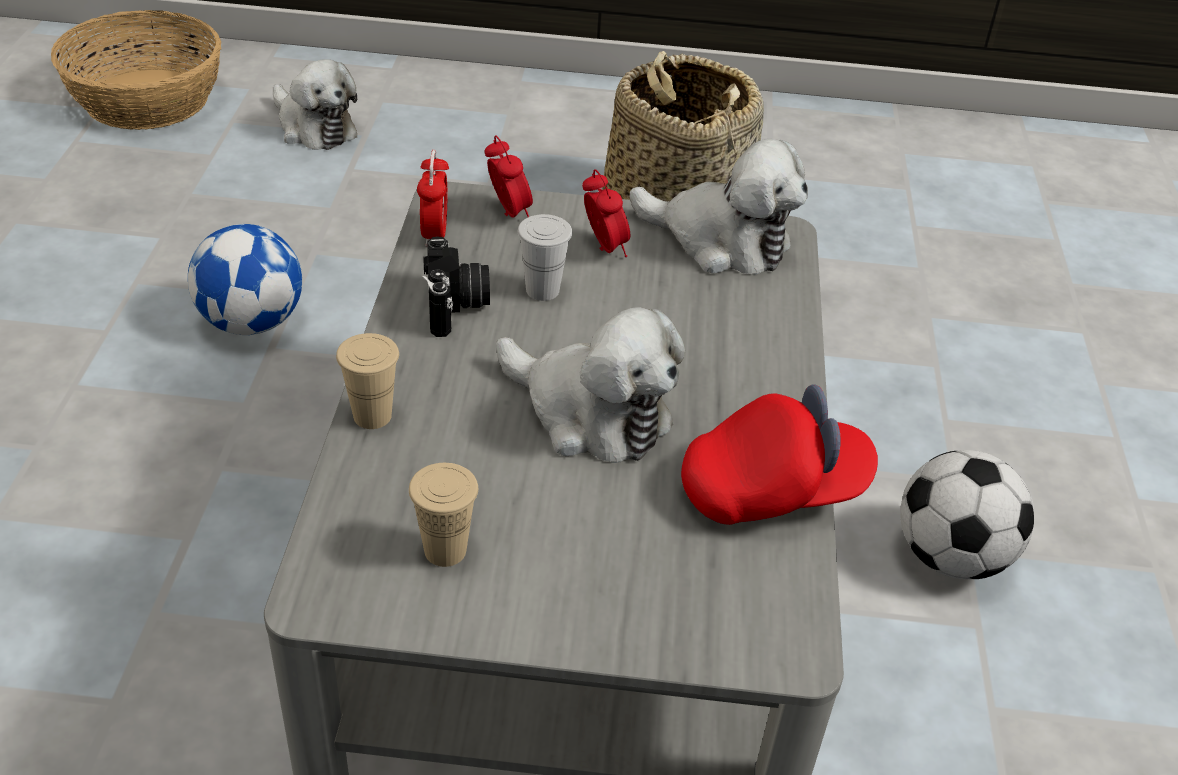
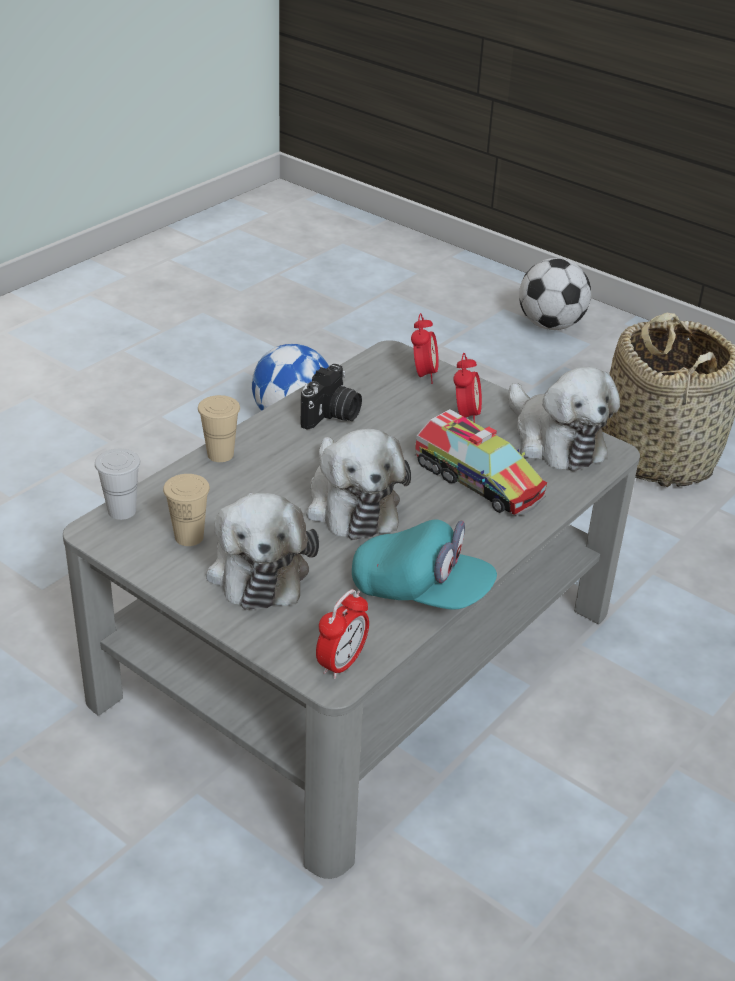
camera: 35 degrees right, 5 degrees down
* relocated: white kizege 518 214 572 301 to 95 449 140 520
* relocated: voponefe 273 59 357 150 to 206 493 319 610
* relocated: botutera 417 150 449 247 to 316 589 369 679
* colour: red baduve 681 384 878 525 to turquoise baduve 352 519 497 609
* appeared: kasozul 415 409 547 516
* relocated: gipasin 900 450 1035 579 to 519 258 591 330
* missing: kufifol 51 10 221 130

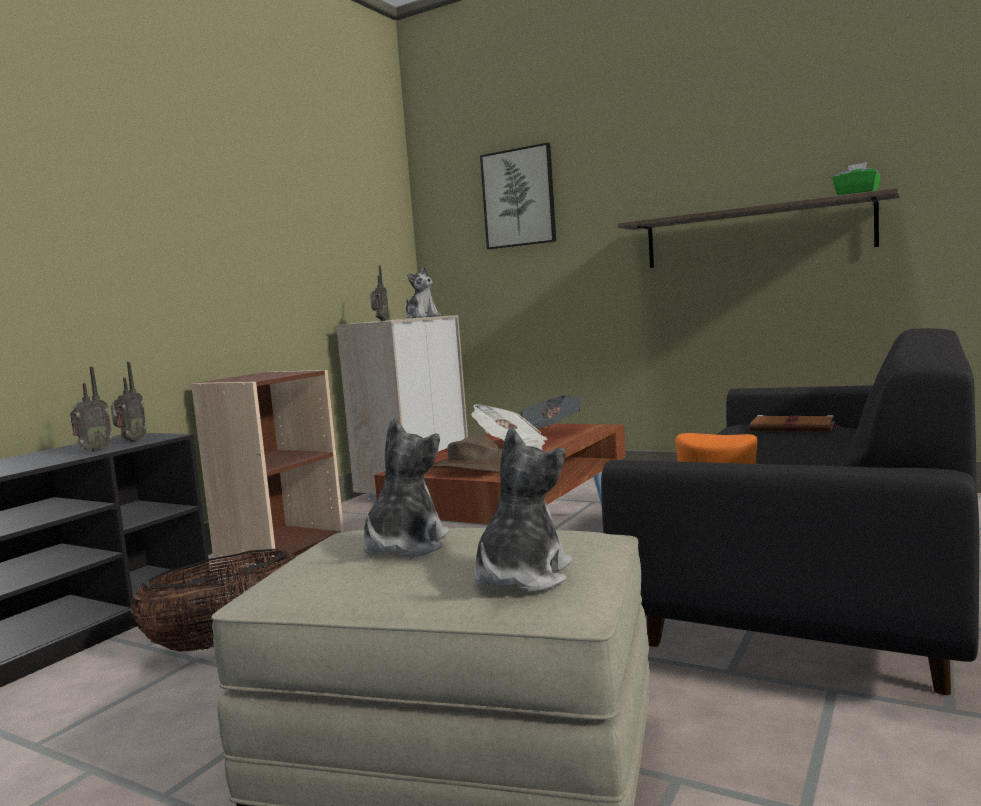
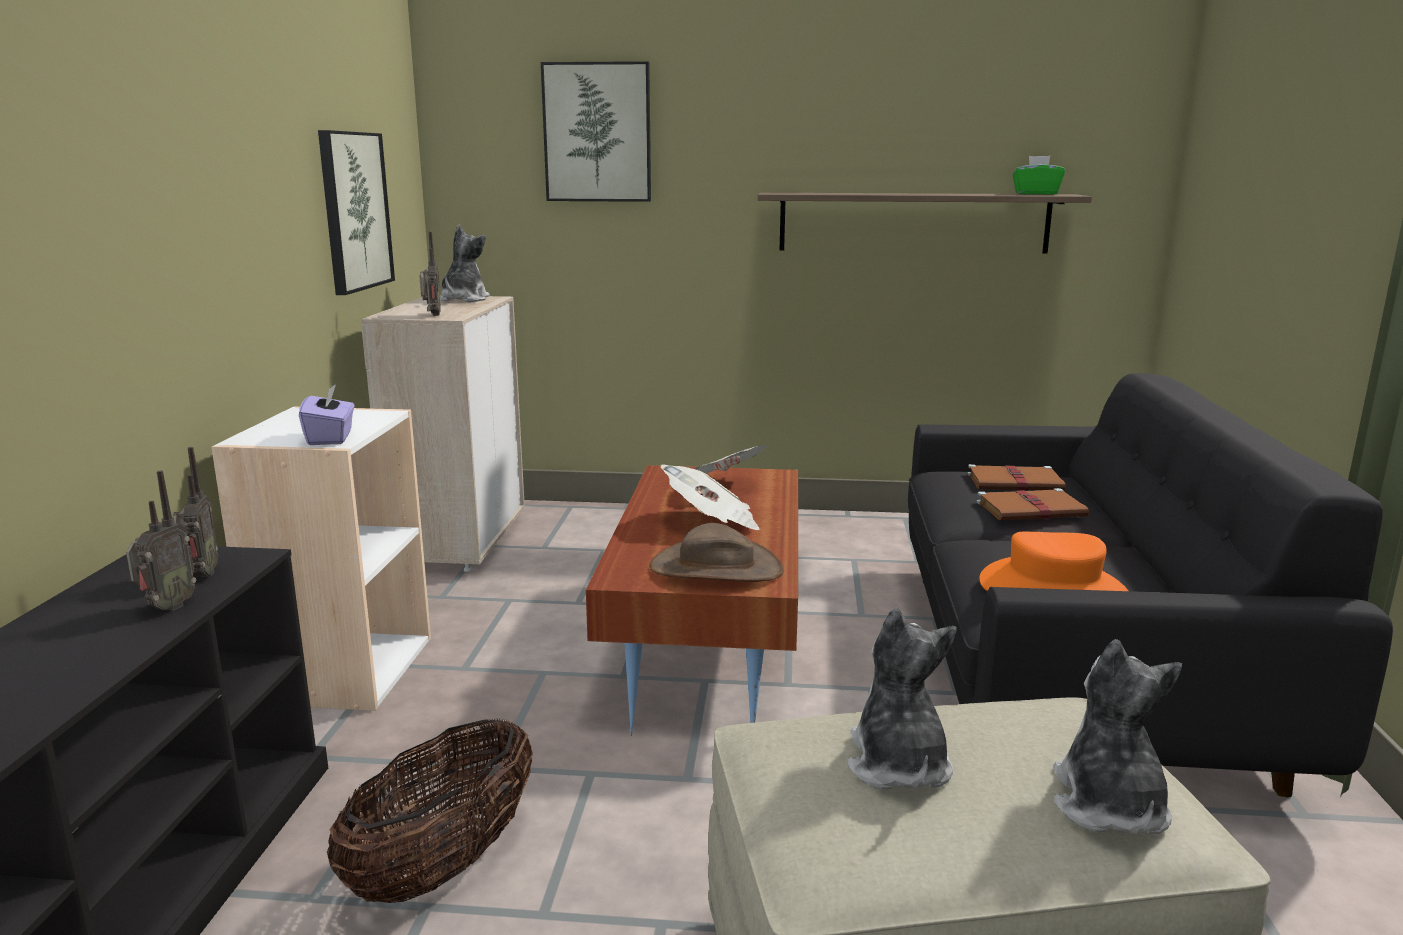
camera: 25 degrees left, 10 degrees up
* colour: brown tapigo 191 370 344 563 to white tapigo 212 407 431 711
* appeared: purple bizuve 299 384 354 445
* appeared: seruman 318 130 395 295
* spun: voponefe 406 266 441 318 = 440 224 490 302 105 degrees counterclockwise
* appeared: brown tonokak 977 488 1089 520

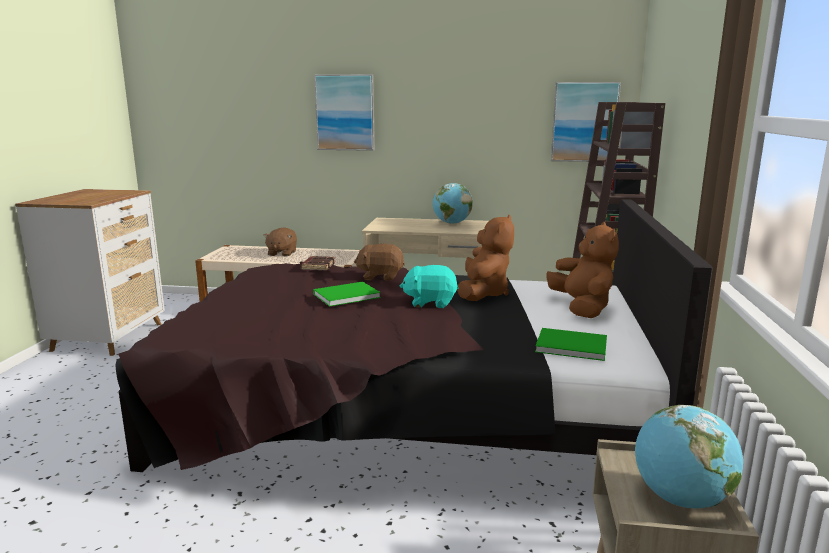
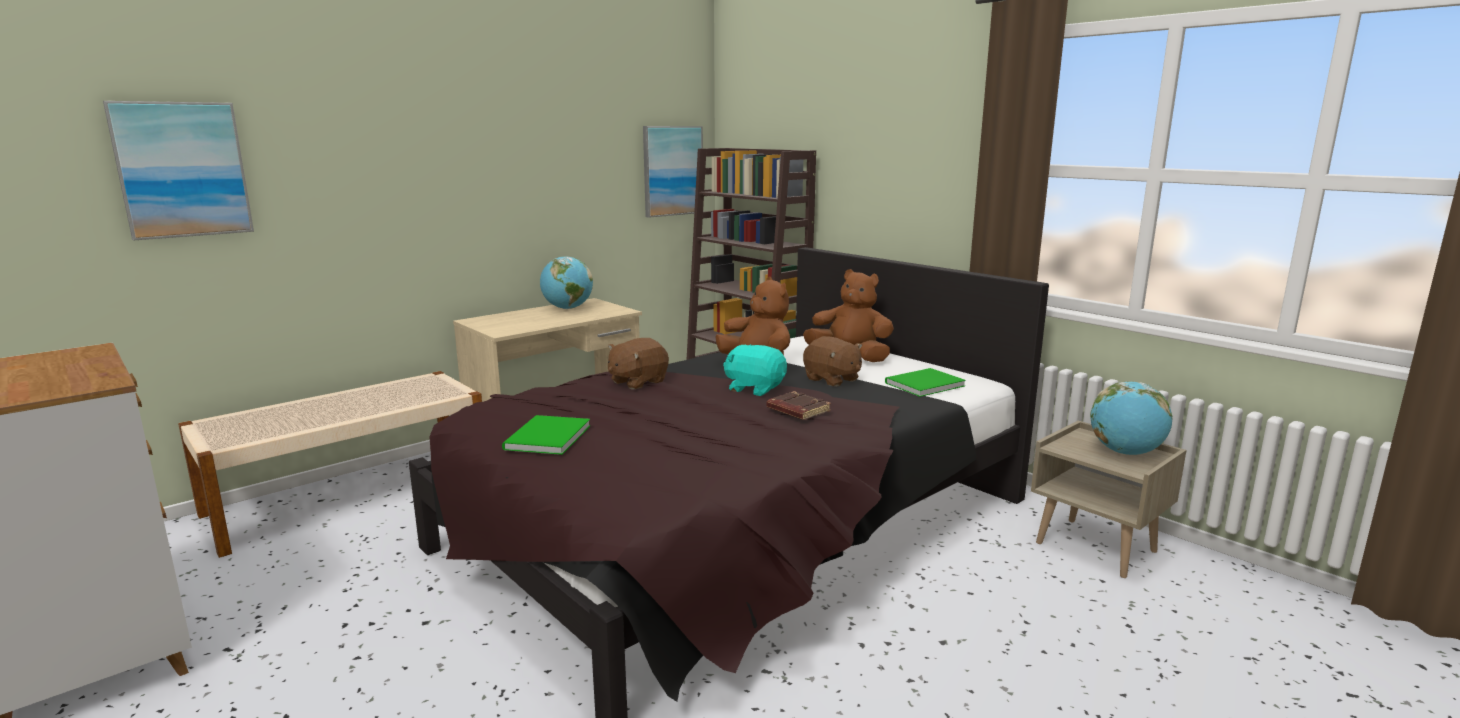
camera: 50 degrees left, 0 degrees up
* relocated: seruman 314 74 375 151 to 103 101 254 241
* relocated: green tonokak 313 282 381 307 to 502 415 590 455
* spun: turquoise voponefe 400 265 458 308 = 723 344 787 396 75 degrees clockwise
* relocated: brown tonokak 300 256 335 271 to 767 391 831 420
* relocated: brown voponefe 264 227 297 257 to 803 336 862 387

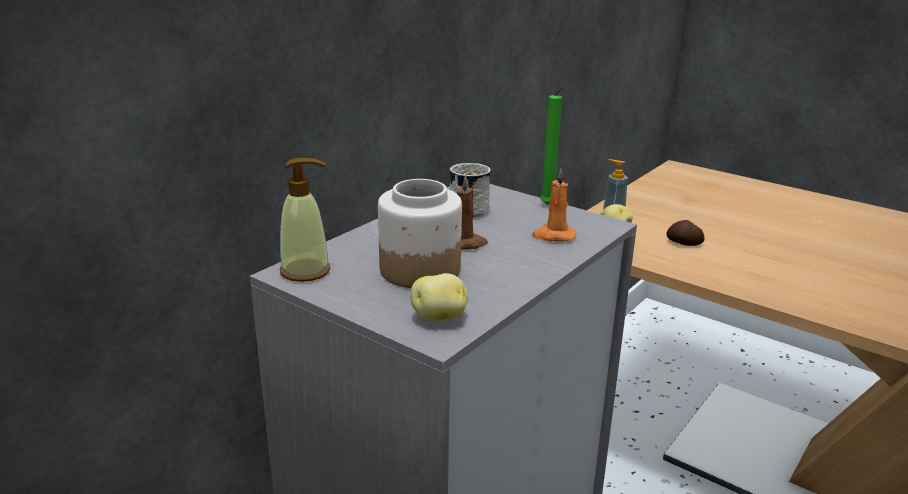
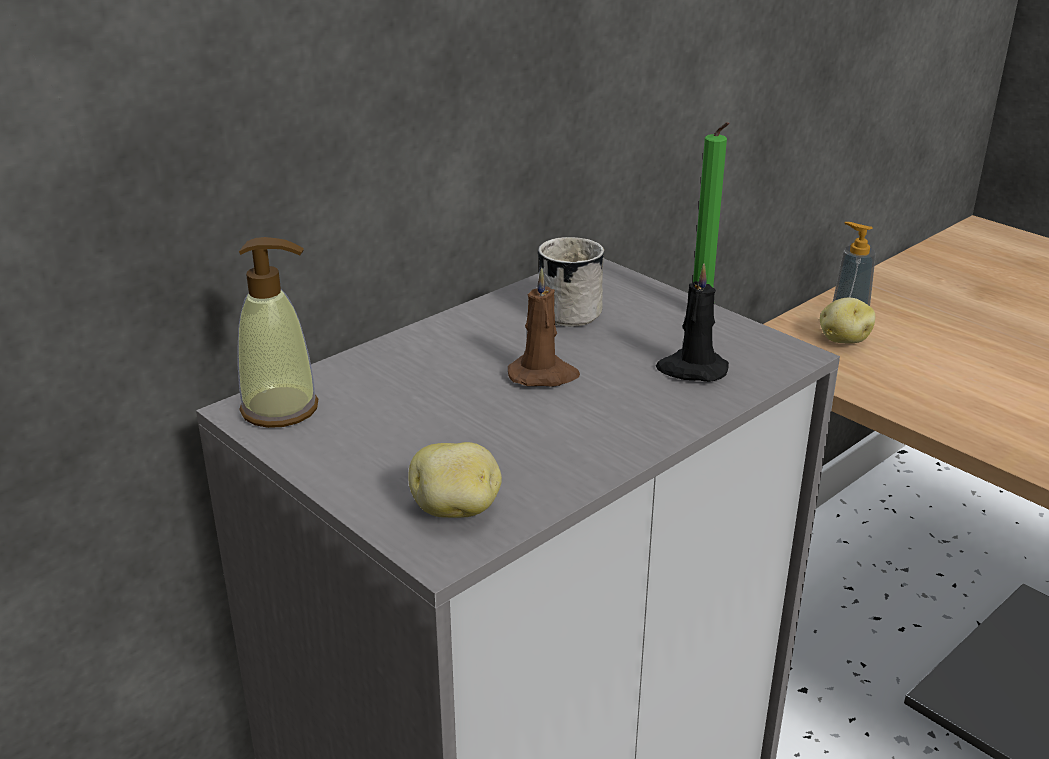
camera: 10 degrees right, 5 degrees up
* colour: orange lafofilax 532 169 576 241 to black lafofilax 656 263 729 382
* missing: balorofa 378 179 462 288
* missing: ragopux 666 220 705 246

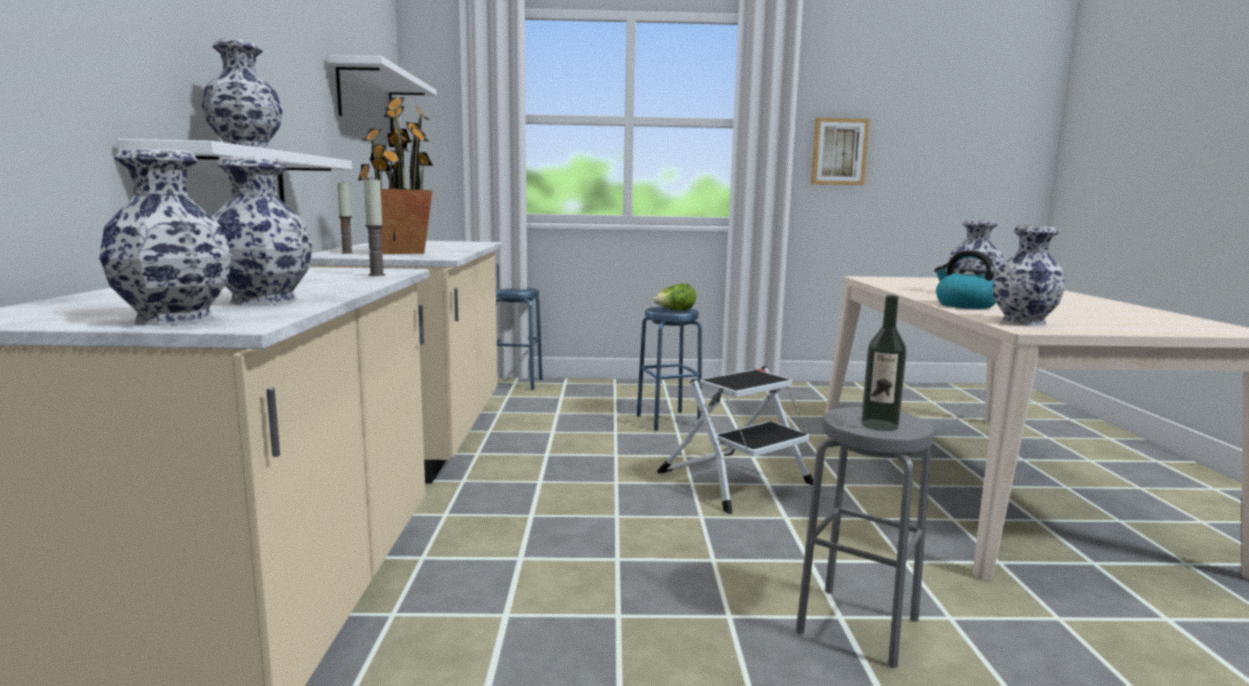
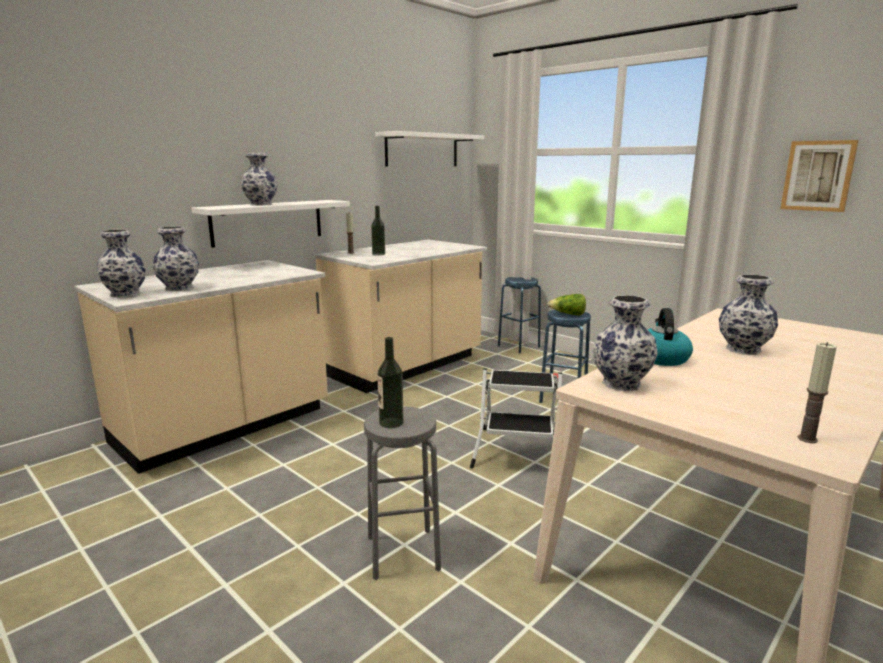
camera: 45 degrees right, 5 degrees up
* exchanged: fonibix 358 97 433 254 to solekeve 371 206 385 256
* relocated: lafofilax 364 177 386 276 to 798 342 837 443

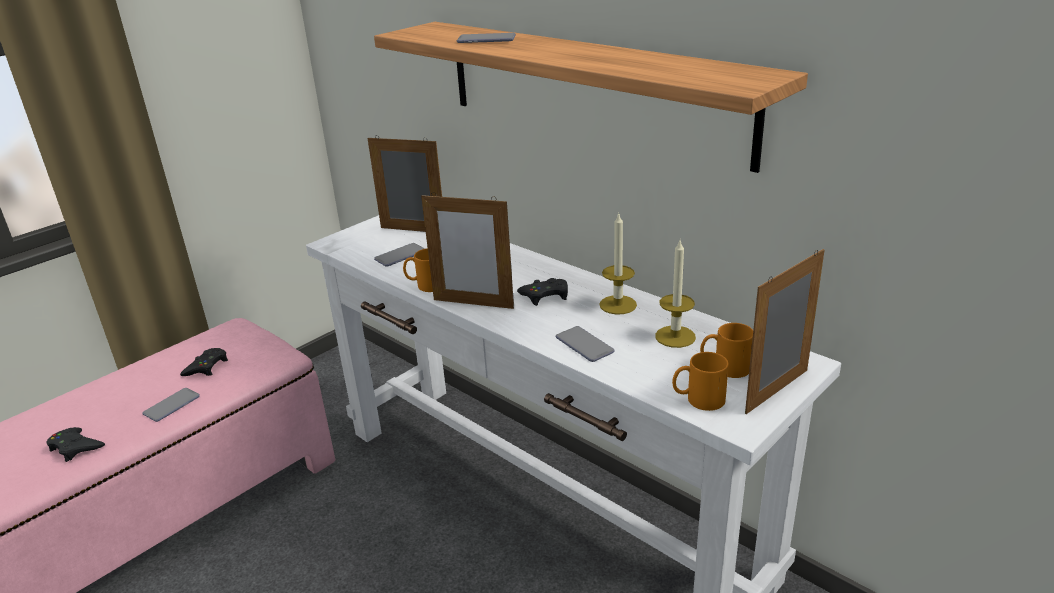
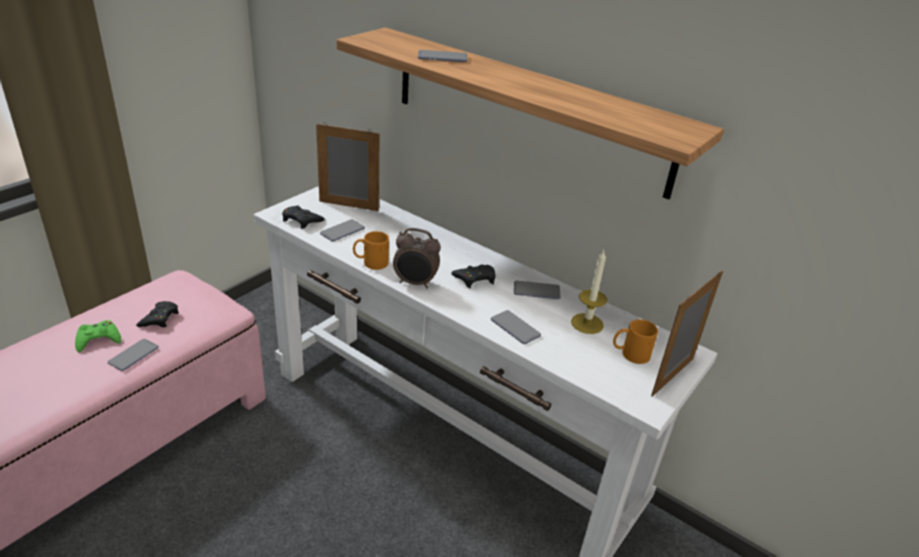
camera: 10 degrees left, 5 degrees up
* appeared: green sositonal 75 320 121 353
* relocated: black sositonal 47 427 105 462 to 282 205 325 229
* exchanged: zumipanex 421 192 514 309 to botutera 393 228 441 288
* exchanged: lafofilax 600 212 637 315 to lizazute 514 281 561 299
* missing: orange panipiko 672 352 729 411

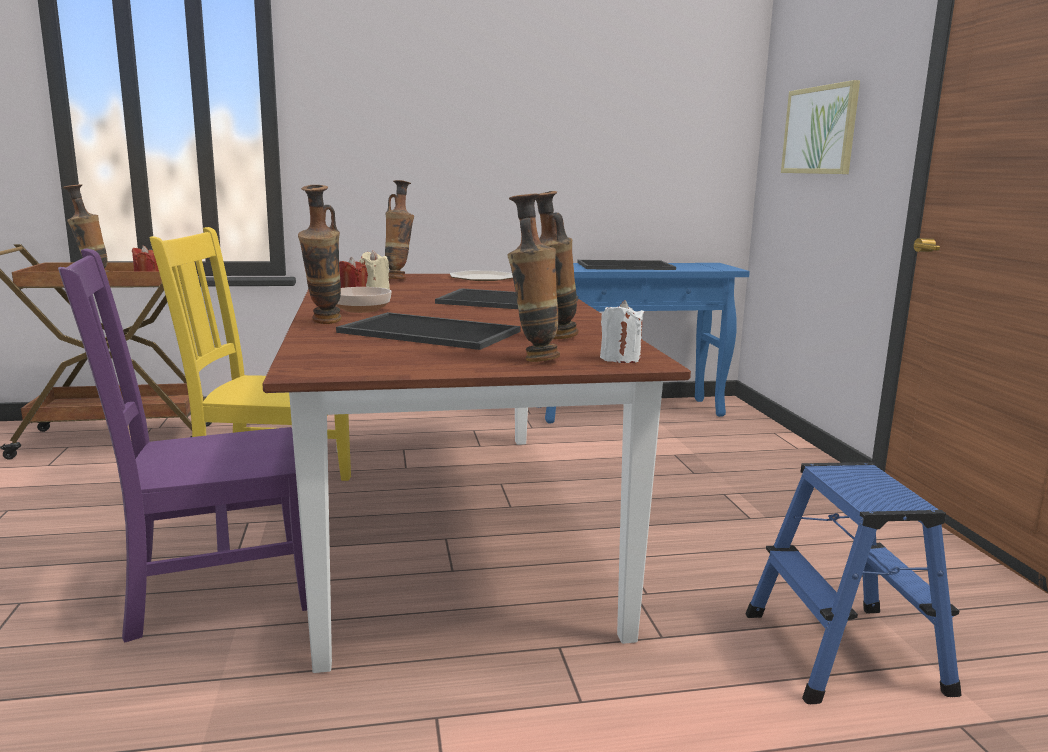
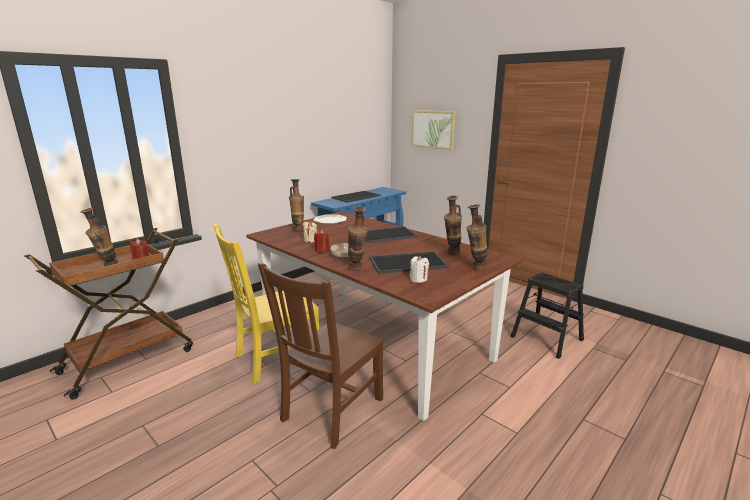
camera: 35 degrees left, 5 degrees up
* colour: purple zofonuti 58 249 307 643 to brown zofonuti 258 263 384 449
* relocated: white lafofilax 600 300 644 363 to 410 256 429 283
* colour: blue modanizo 745 462 961 704 to black modanizo 510 272 584 359

